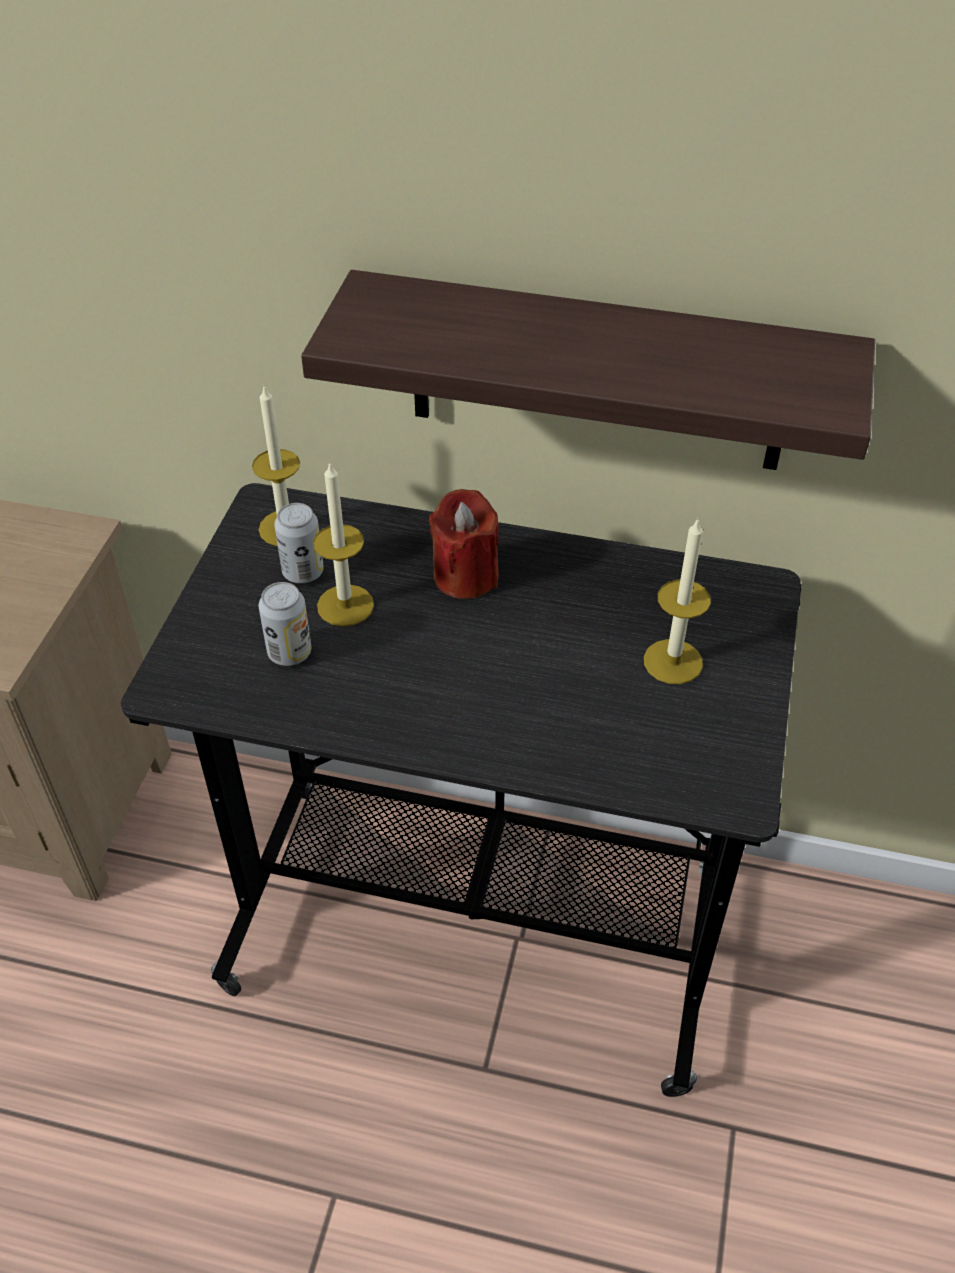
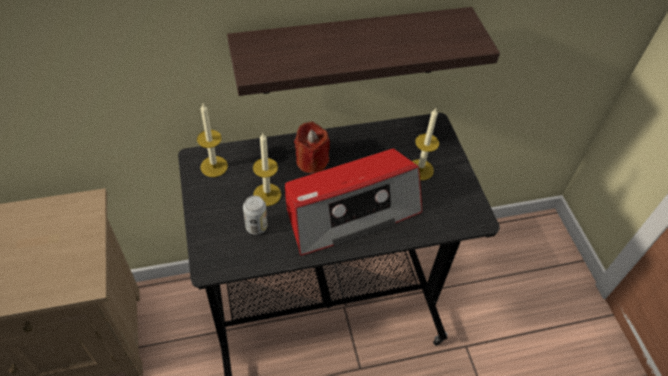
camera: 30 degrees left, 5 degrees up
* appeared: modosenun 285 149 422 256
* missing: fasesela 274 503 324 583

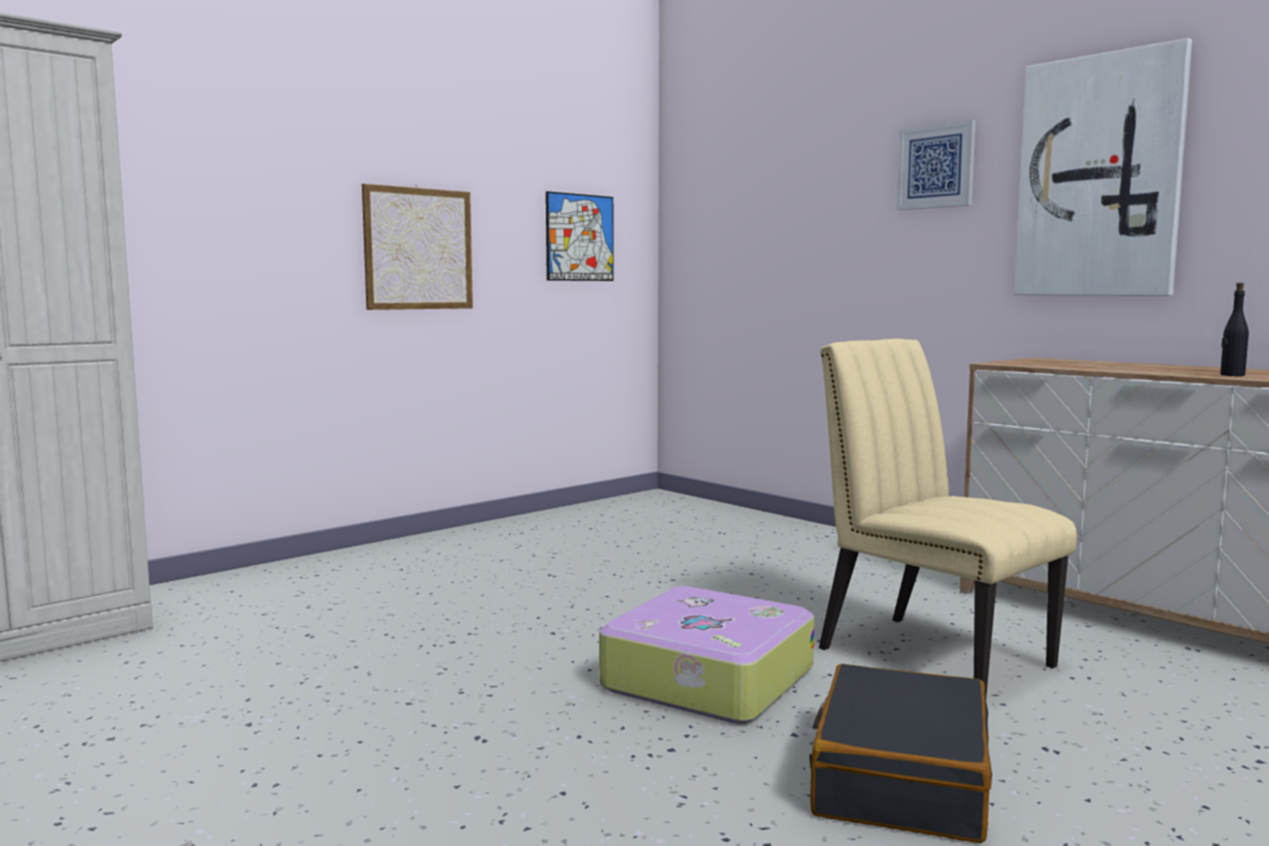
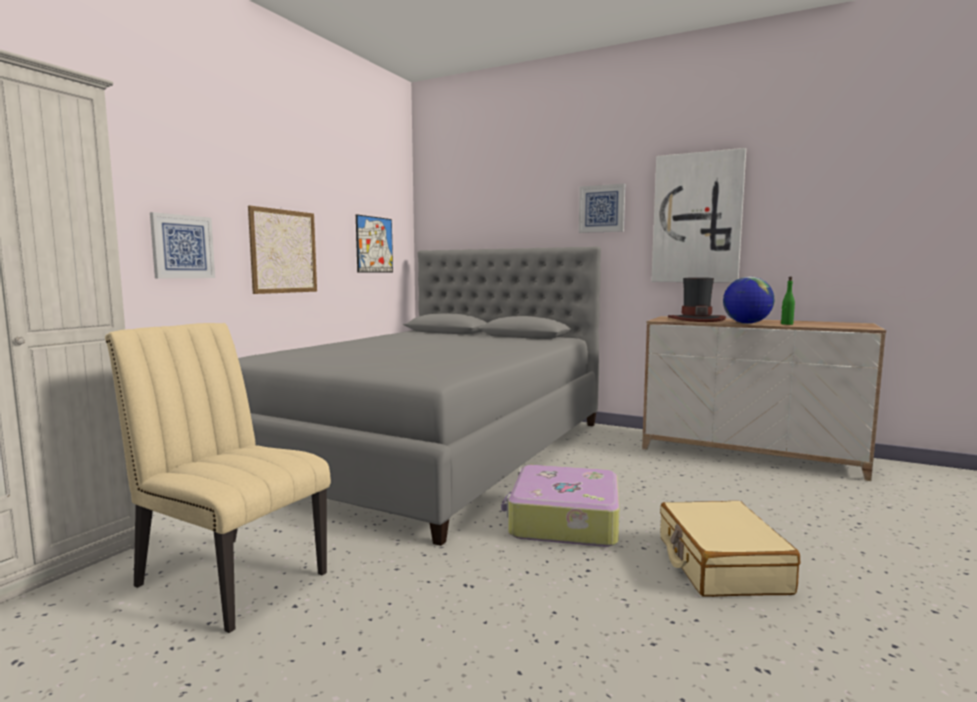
camera: 20 degrees left, 0 degrees up
* relocated: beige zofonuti 819 339 1077 698 to 105 323 331 633
* appeared: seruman 150 212 215 279
* appeared: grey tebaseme 238 246 601 546
* colour: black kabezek 809 664 992 843 to beige kabezek 660 501 800 597
* appeared: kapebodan 668 277 726 322
* appeared: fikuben 723 277 774 324
* colour: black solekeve 1220 283 1249 376 to green solekeve 781 277 795 325

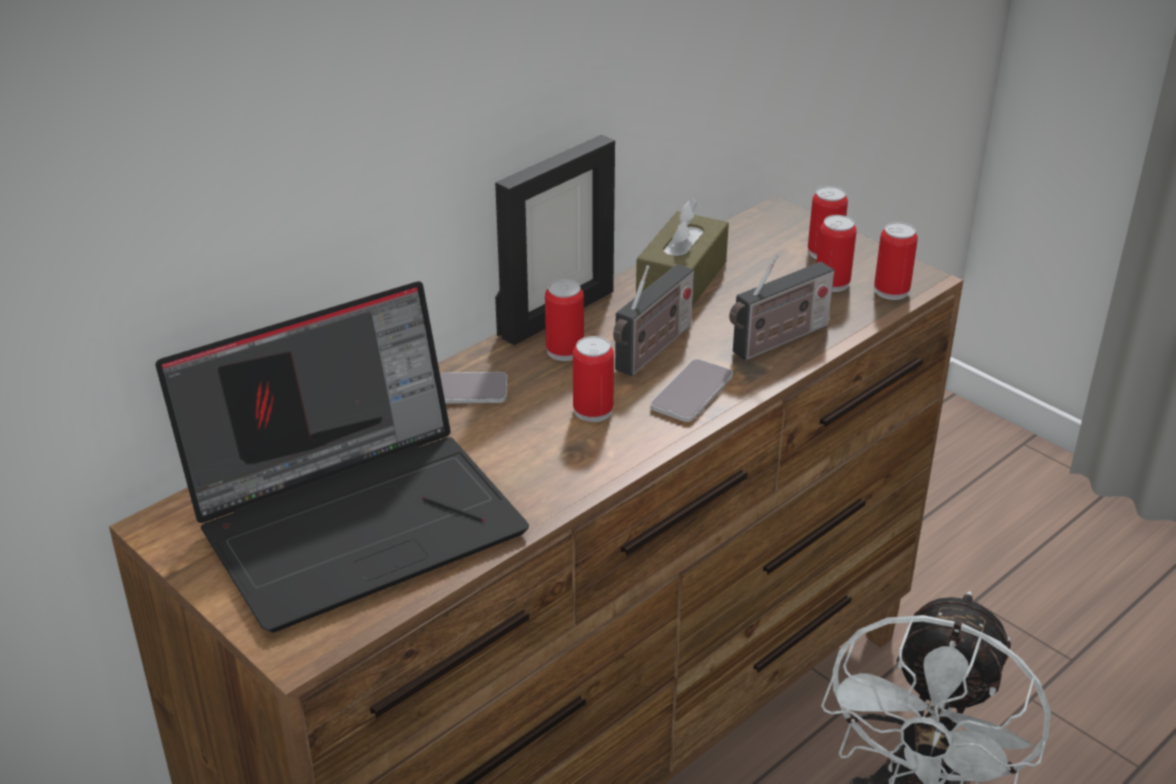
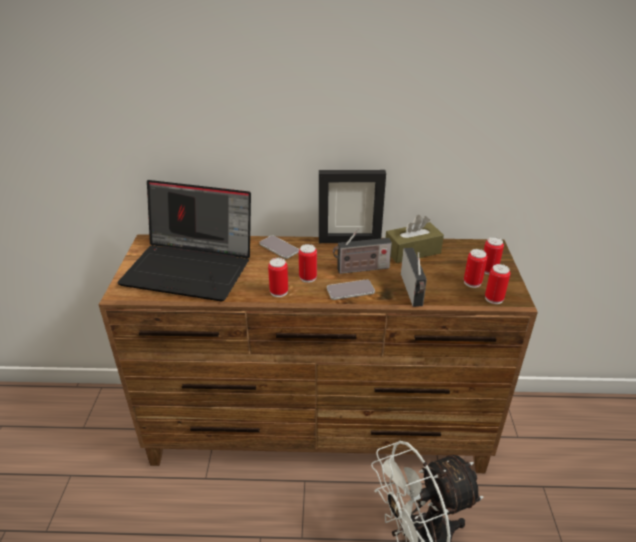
camera: 45 degrees right, 0 degrees up
* relocated: fasesela 545 279 584 361 to 268 258 288 297
* spun: modosenun 729 255 834 361 = 401 248 427 307 105 degrees counterclockwise

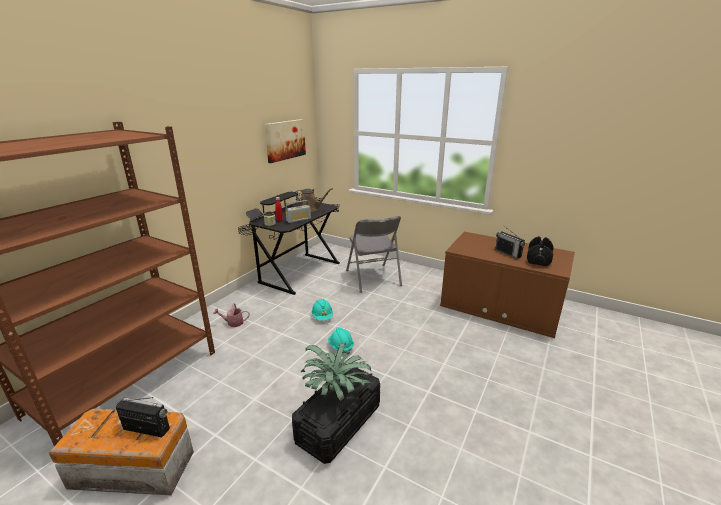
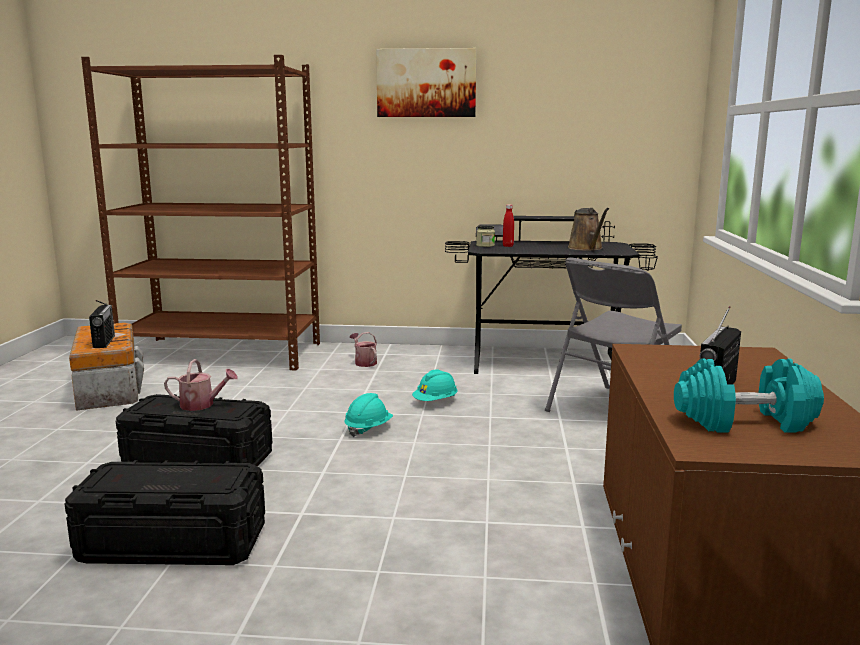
camera: 65 degrees right, 10 degrees down
* appeared: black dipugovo 64 460 265 565
* exchanged: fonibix 301 343 371 401 to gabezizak 164 359 238 411
* relocated: seruman 264 119 306 163 to 376 48 476 117
* colour: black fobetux 527 236 554 266 to turquoise fobetux 674 359 824 433
* missing: modosenun 285 200 311 223

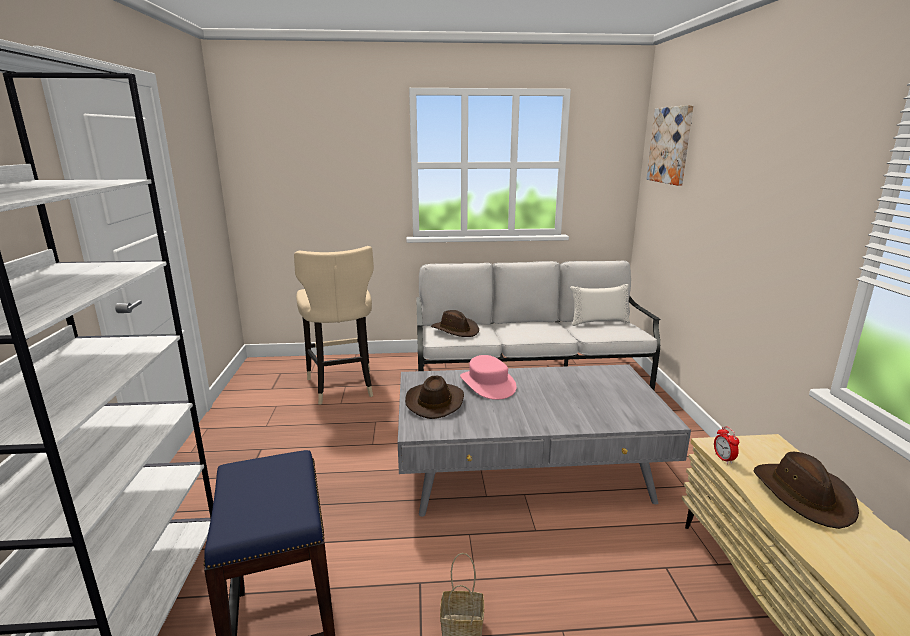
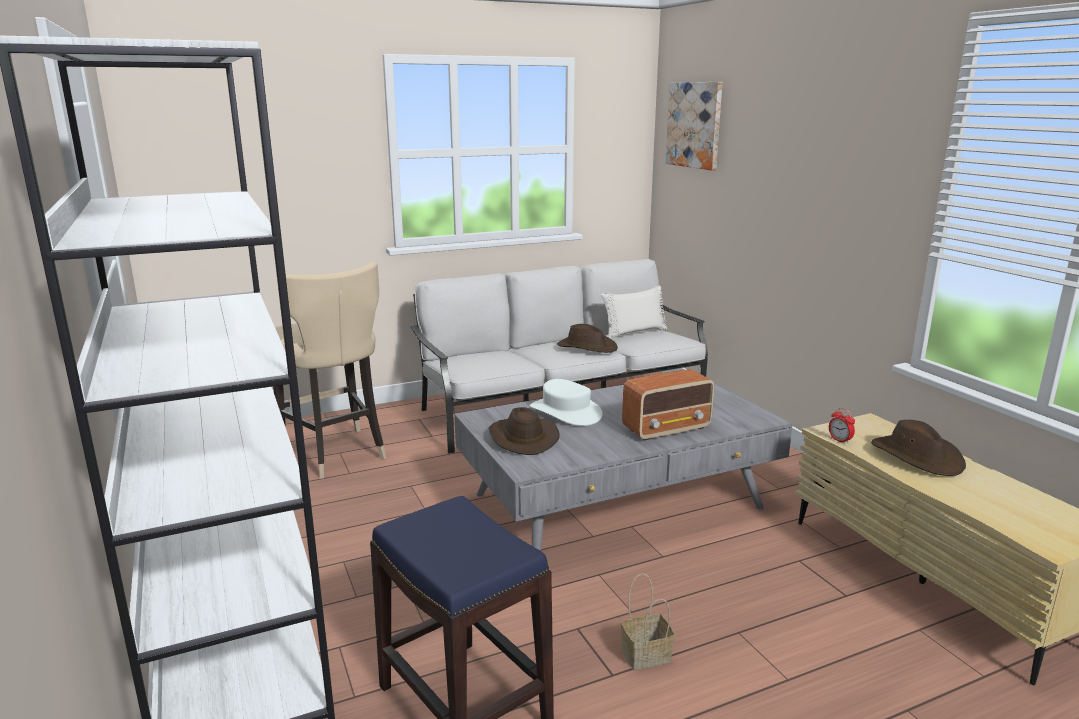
camera: 20 degrees left, 0 degrees up
* colour: pink kapebodan 460 355 516 400 to white kapebodan 530 379 603 426
* relocated: brown kapebodan 431 310 479 337 to 557 324 618 353
* appeared: modosenun 622 369 715 441

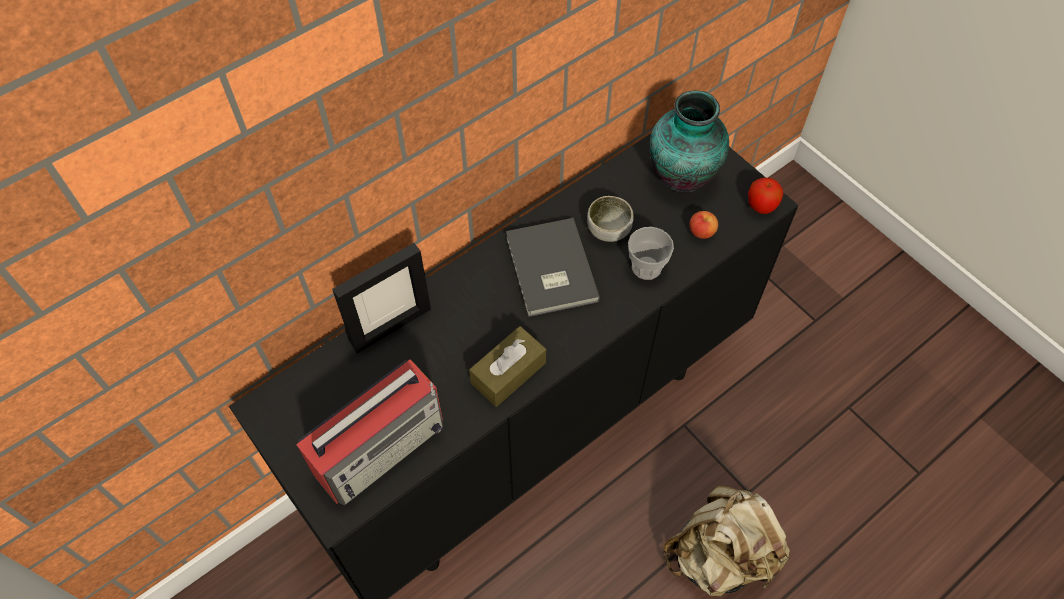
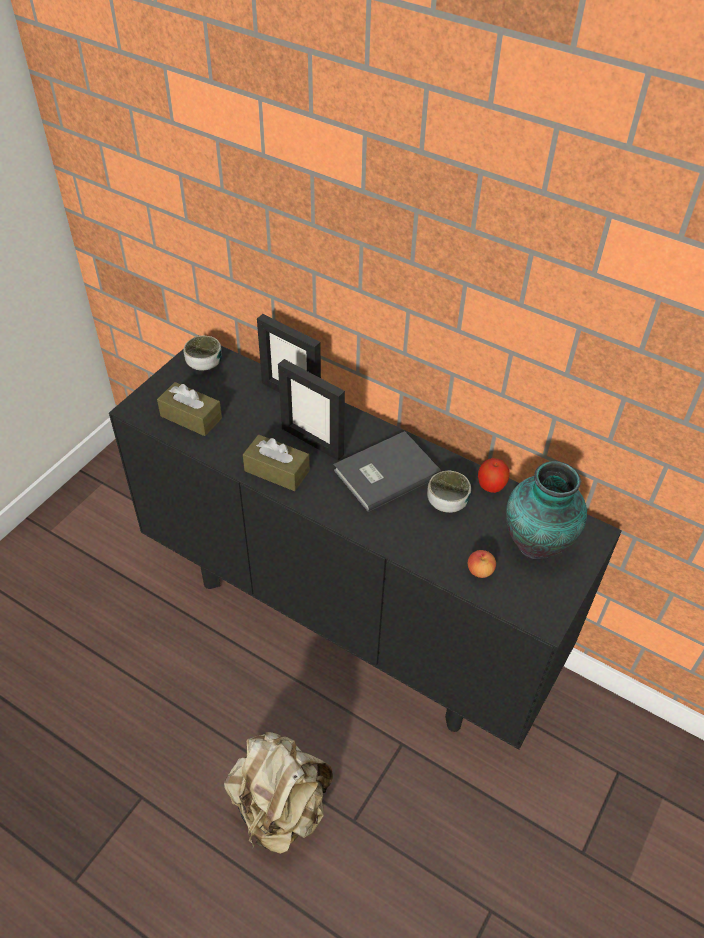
camera: 70 degrees right, 10 degrees down
* exchanged: modosenun 296 359 443 505 to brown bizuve 157 382 222 436
* appeared: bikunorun 184 336 222 371
* appeared: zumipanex 278 359 345 460
* relocated: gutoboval 748 177 783 214 to 478 458 509 493
* missing: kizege 628 227 674 280

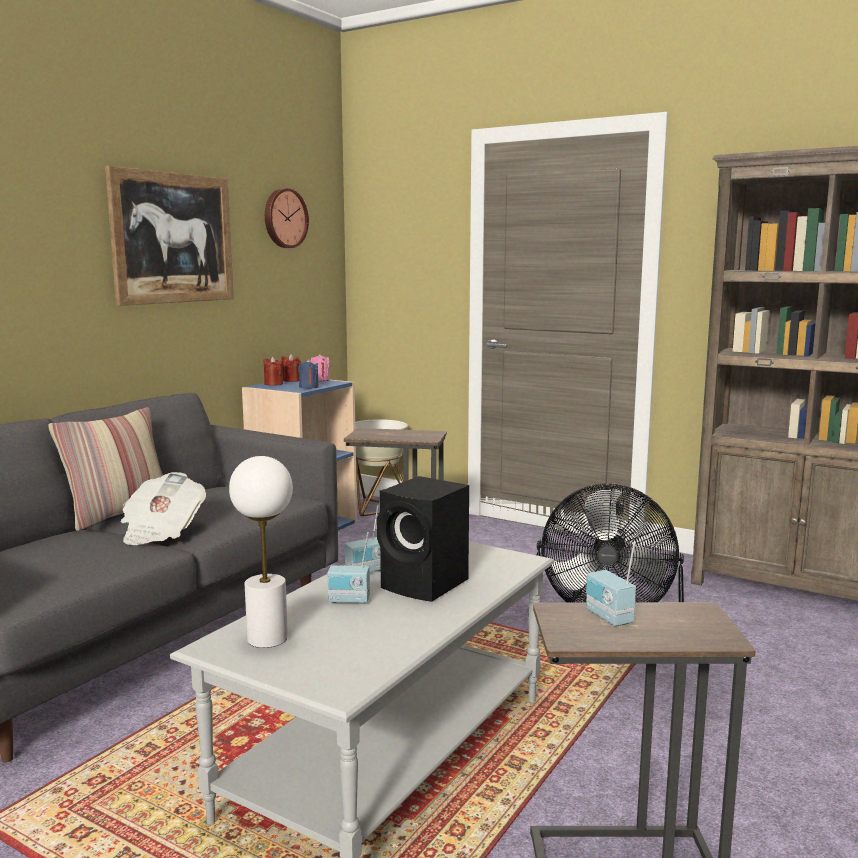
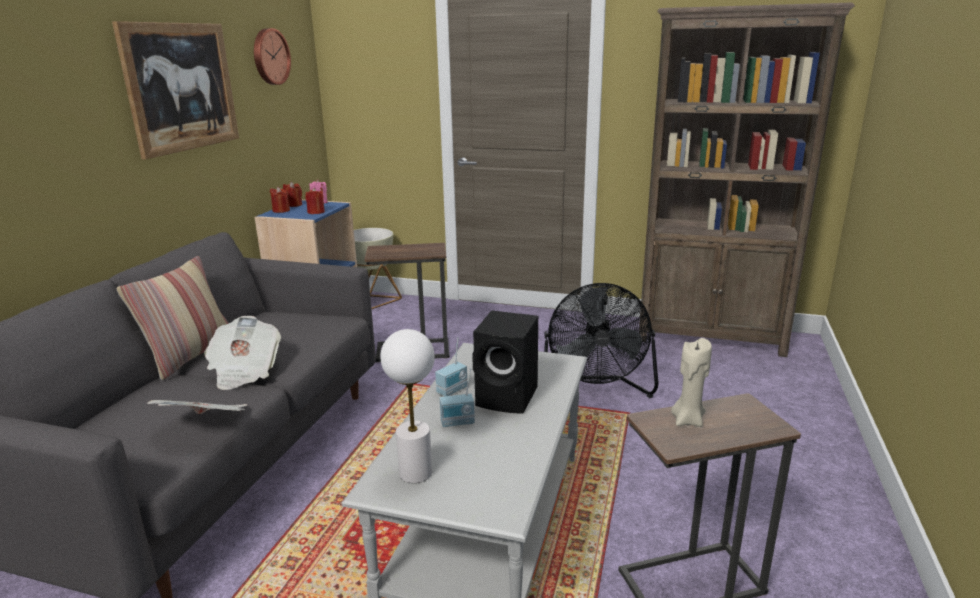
camera: 15 degrees left, 10 degrees up
* appeared: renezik 147 400 247 414
* colour: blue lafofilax 298 359 318 389 to red lafofilax 305 188 325 214
* exchanged: modosenun 586 542 636 627 to beige lafofilax 671 338 712 427

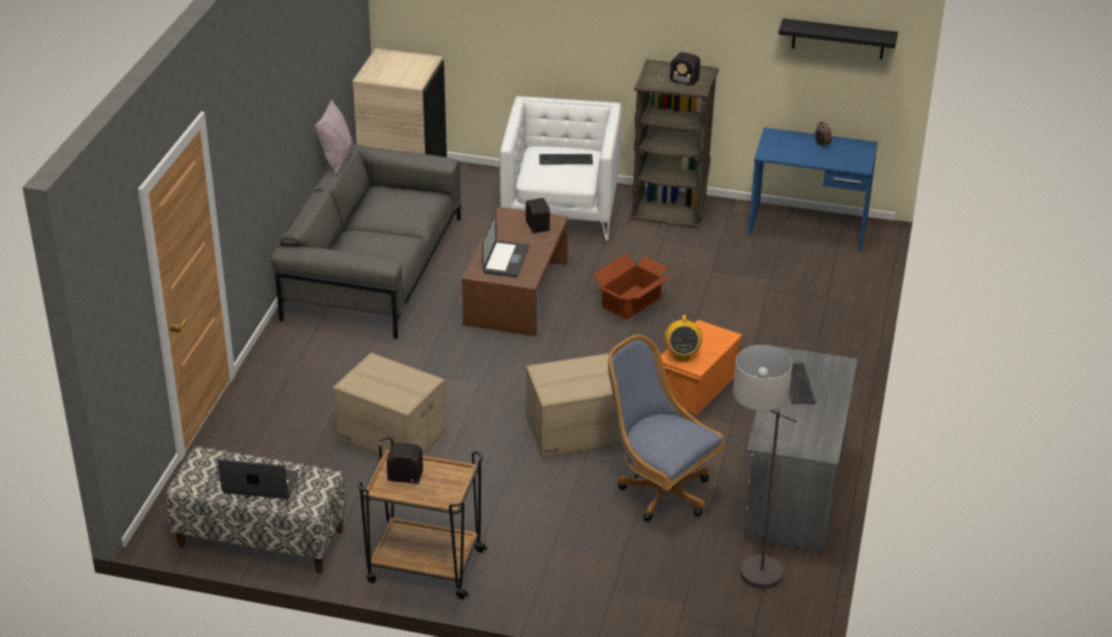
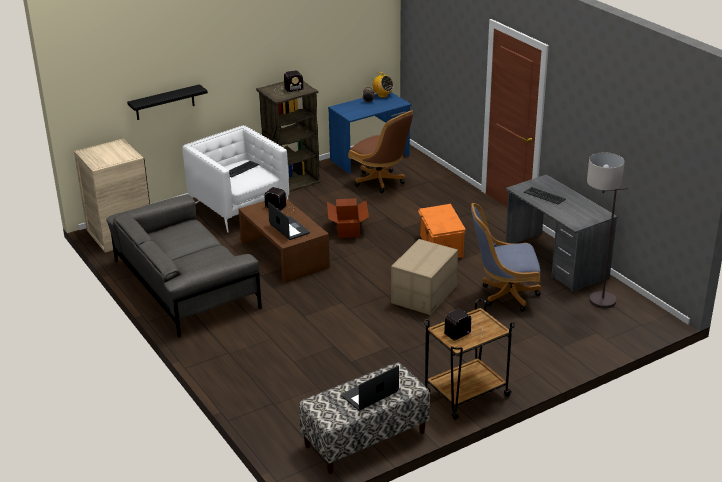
camera: 45 degrees left, 5 degrees down
* relocated: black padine 778 18 898 59 to 127 84 208 120
* appeared: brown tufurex 348 110 413 193
* relocated: modosenun 664 315 702 361 to 372 72 394 98
* missing: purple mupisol 314 99 353 175
* missing: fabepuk 333 353 447 455

